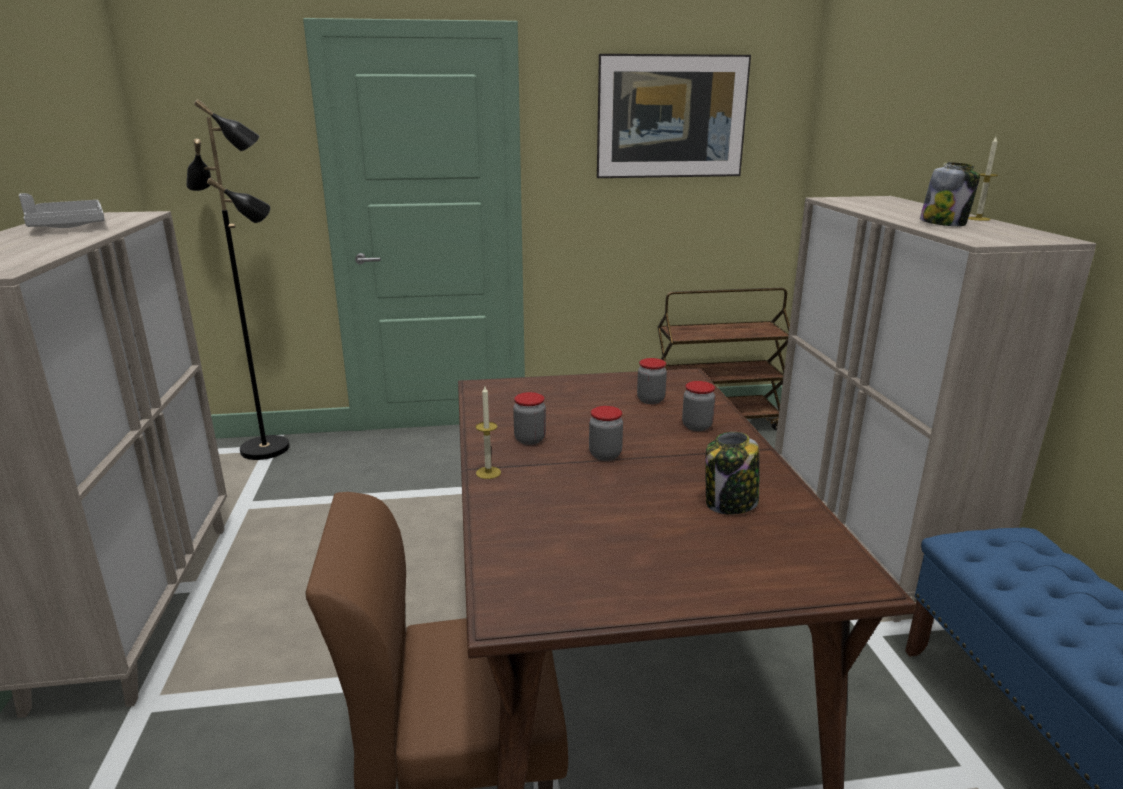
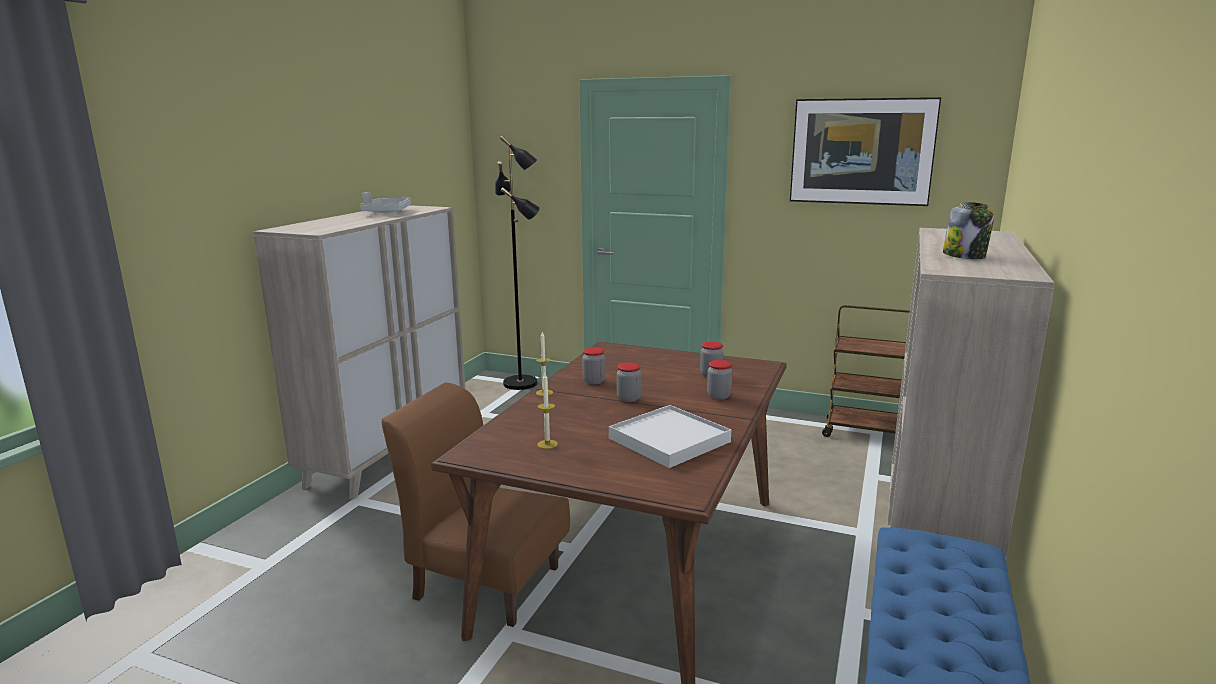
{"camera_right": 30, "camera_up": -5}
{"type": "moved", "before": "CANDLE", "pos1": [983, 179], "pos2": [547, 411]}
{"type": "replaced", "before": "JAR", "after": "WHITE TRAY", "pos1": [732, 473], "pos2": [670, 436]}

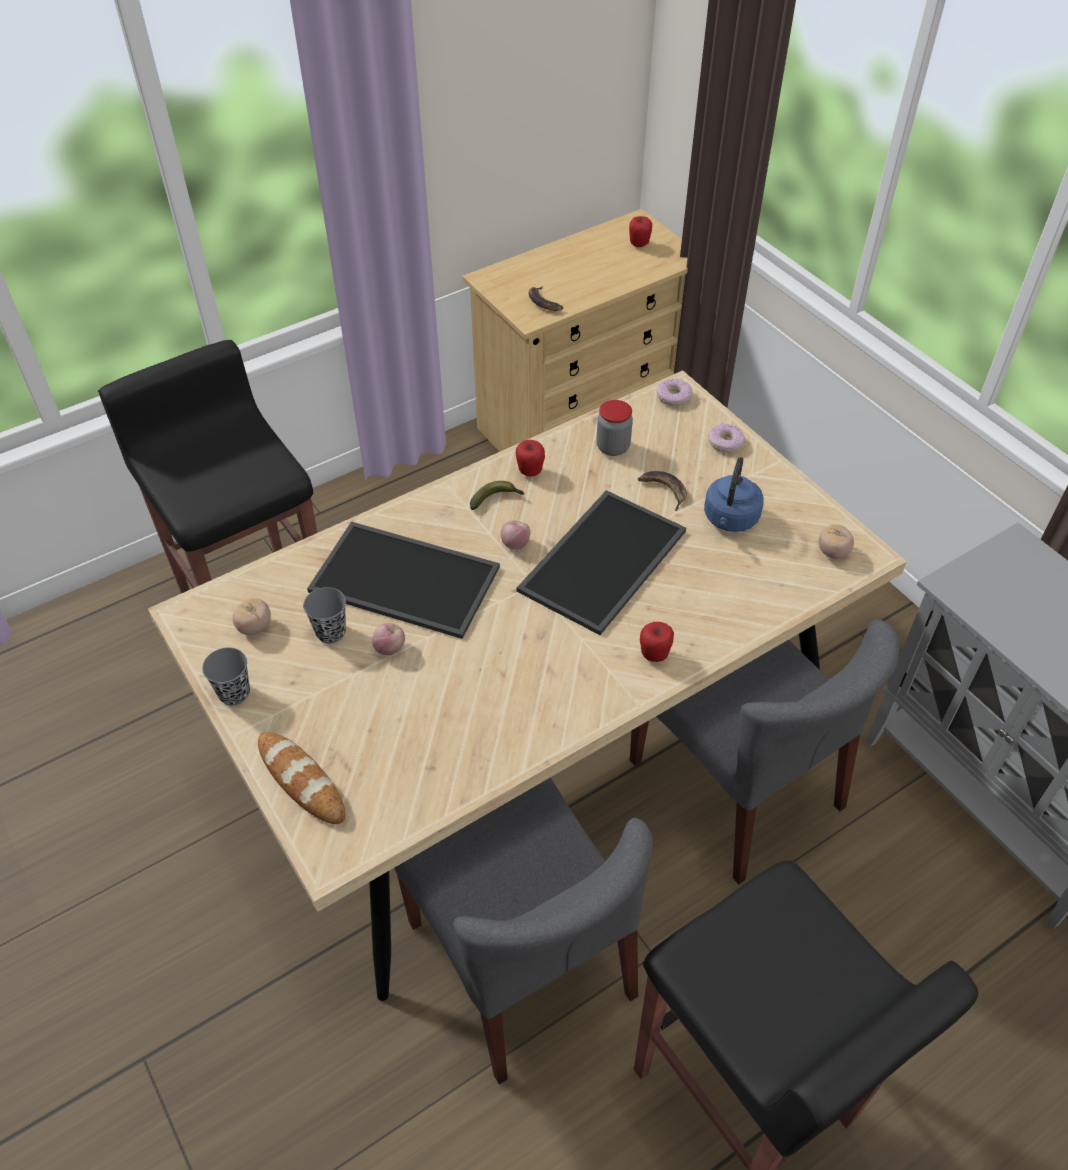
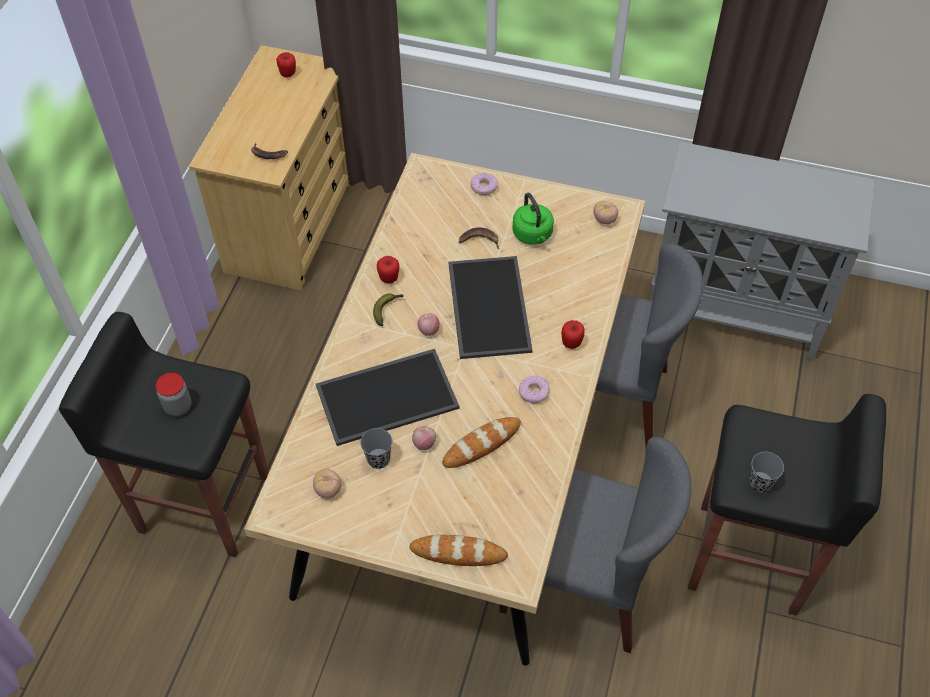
{"camera_right": -40, "camera_up": 5}
{"type": "moved", "before": "JAR", "pos1": [614, 428], "pos2": [174, 394]}
{"type": "added", "after": "BREAD", "pos2": [481, 442]}
{"type": "recoloured", "before": "BLUE KETTLE", "after": "GREEN KETTLE", "pos1": [734, 494], "pos2": [533, 219]}
{"type": "moved", "before": "DONUT", "pos1": [674, 392], "pos2": [534, 389]}
{"type": "moved", "before": "GREY CUP", "pos1": [226, 676], "pos2": [766, 472]}

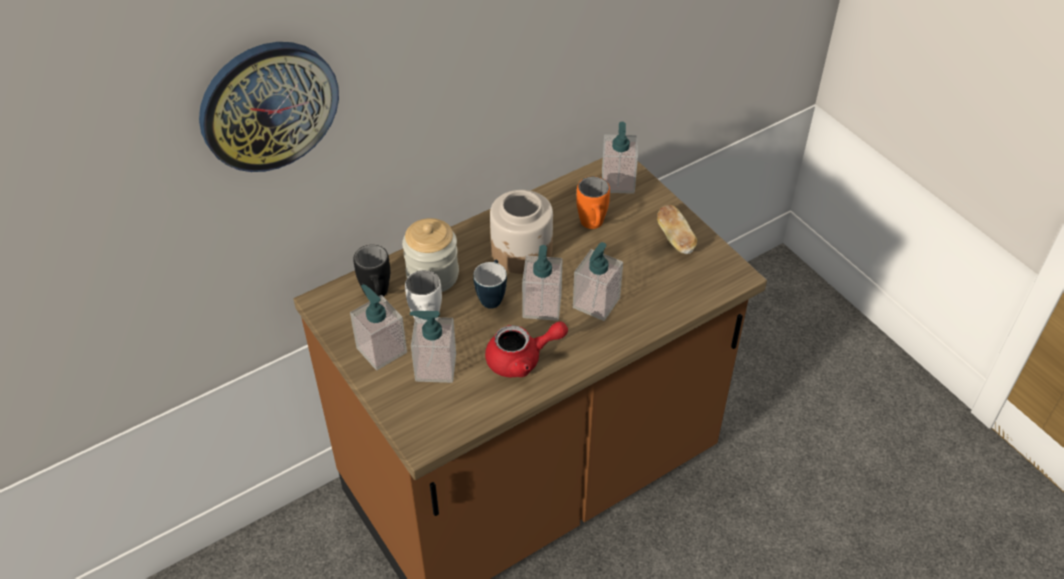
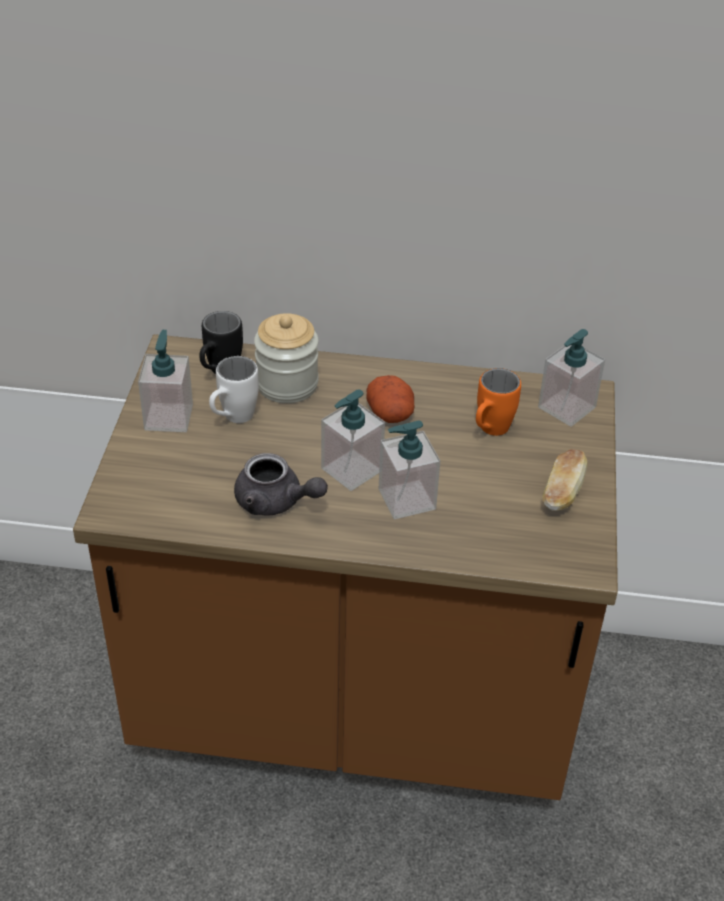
{"camera_right": 40, "camera_up": -5}
{"type": "recoloured", "before": "RED TEAPOT", "after": "GREY TEAPOT", "pos1": [526, 349], "pos2": [281, 484]}
{"type": "replaced", "before": "JAR", "after": "POTATO", "pos1": [521, 232], "pos2": [390, 399]}
{"type": "removed", "before": "WALL CLOCK", "pos1": [269, 107]}
{"type": "removed", "before": "SOAP DISPENSER", "pos1": [433, 347]}
{"type": "removed", "before": "MUG", "pos1": [490, 284]}

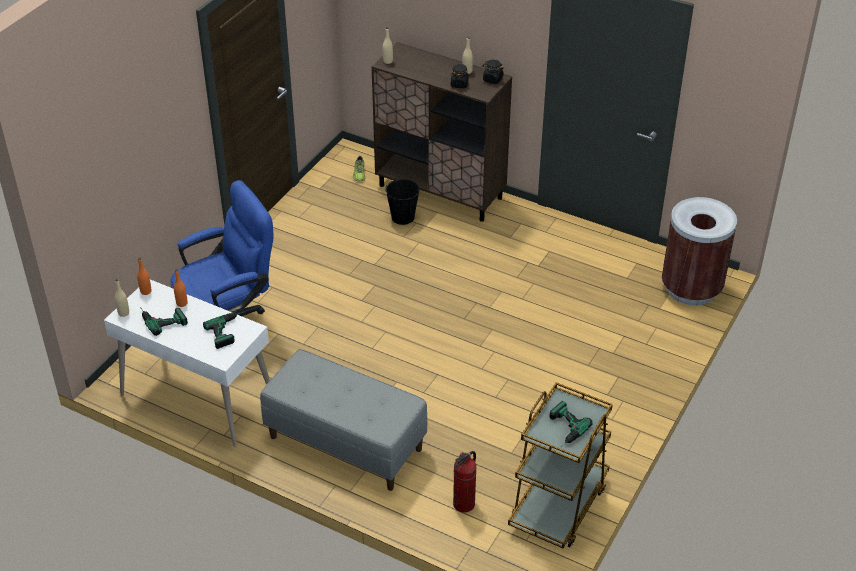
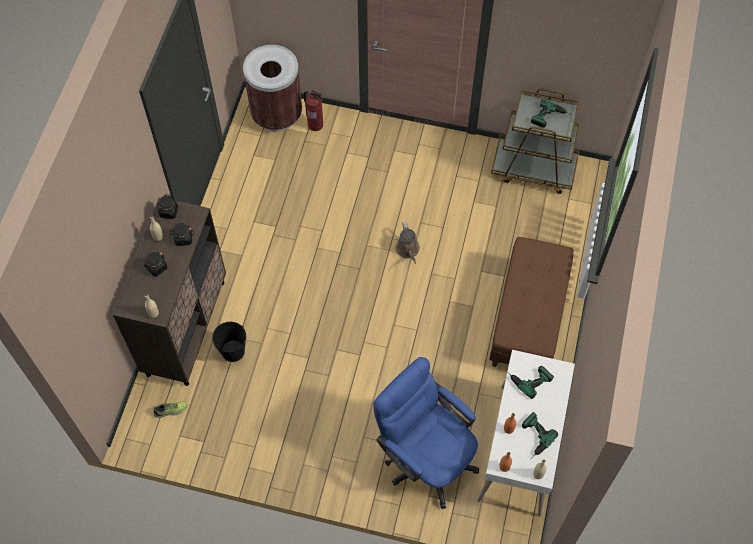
{"camera_right": -105, "camera_up": 20}
{"type": "added", "after": "BLACK JAR", "pos2": [155, 264]}
{"type": "moved", "before": "FIRE EXTINGUISHER", "pos1": [465, 482], "pos2": [313, 110]}
{"type": "added", "after": "BROWN WATERING CAN", "pos2": [408, 243]}
{"type": "recoloured", "before": "GREY BENCH", "after": "BROWN BENCH", "pos1": [343, 420], "pos2": [531, 302]}

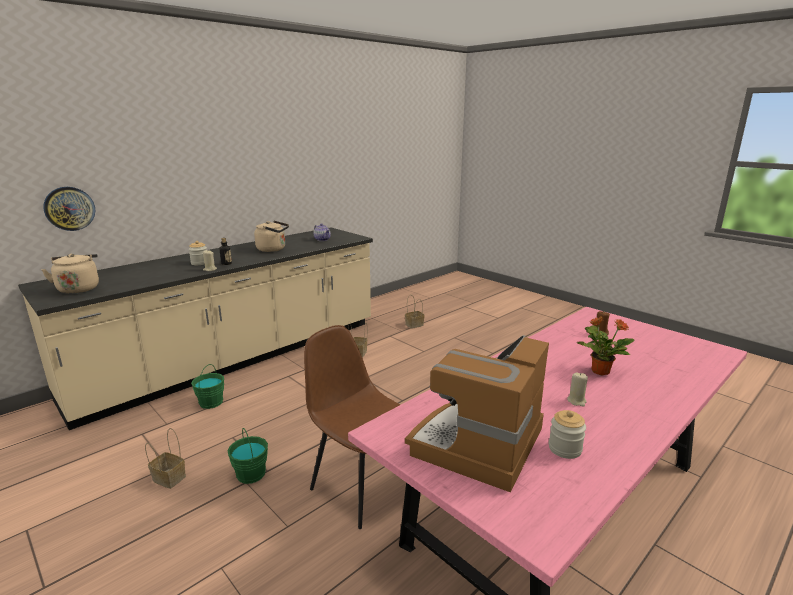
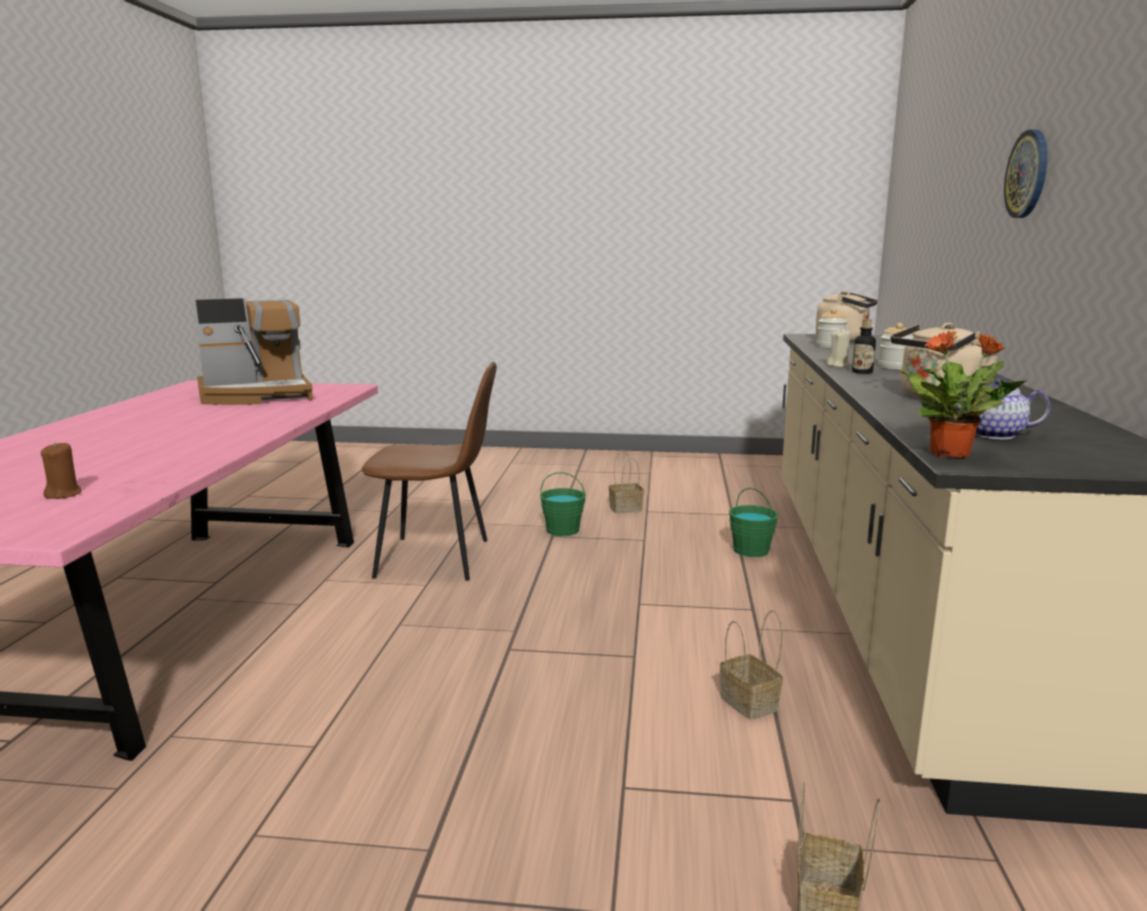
{"camera_right": 140, "camera_up": -5}
{"type": "turned", "before": "COFFEE MACHINE", "pos1": [477, 414], "pos2": [253, 351], "turn": 75}
{"type": "moved", "before": "JAR", "pos1": [567, 434], "pos2": [832, 328]}
{"type": "moved", "before": "POTTED PLANT", "pos1": [606, 346], "pos2": [962, 394]}
{"type": "moved", "before": "WALL CLOCK", "pos1": [69, 209], "pos2": [1025, 173]}
{"type": "removed", "before": "BEIGE CANDLE", "pos1": [577, 389]}

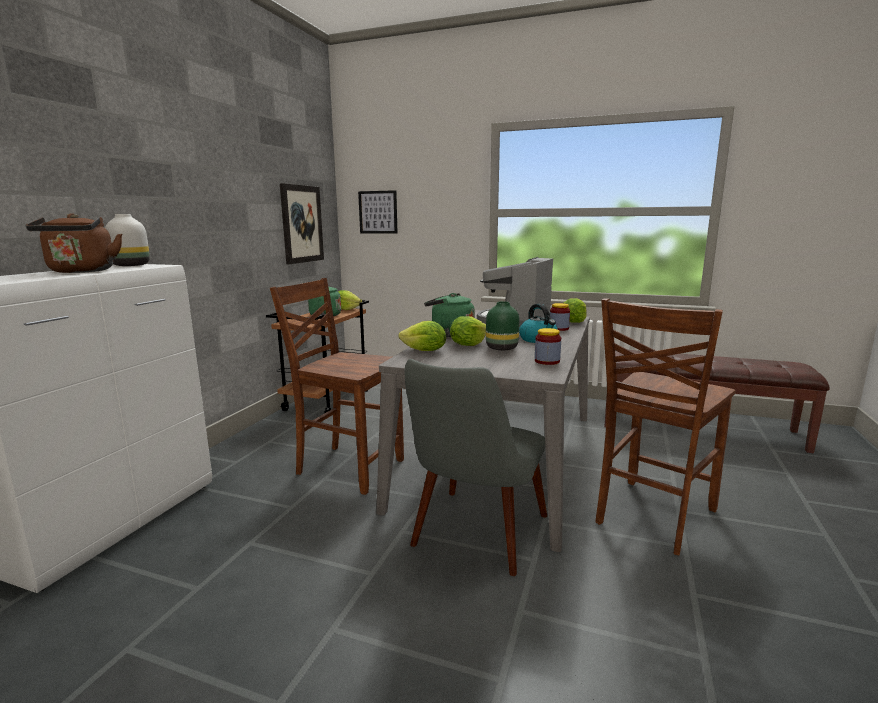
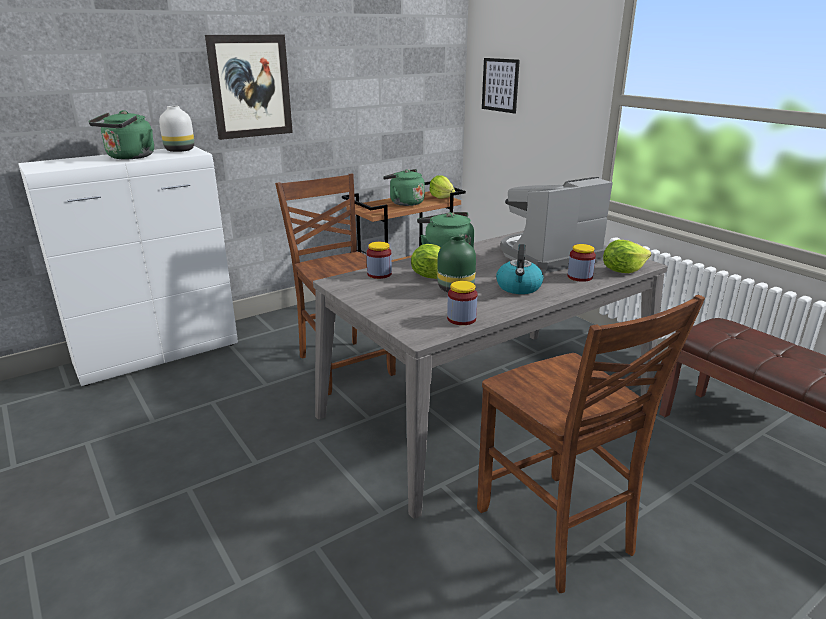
{"camera_right": 35, "camera_up": 10}
{"type": "recoloured", "before": "BROWN KETTLE", "after": "GREEN KETTLE", "pos1": [74, 243], "pos2": [121, 134]}
{"type": "moved", "before": "PICTURE", "pos1": [302, 223], "pos2": [249, 87]}
{"type": "replaced", "before": "LETTUCE", "after": "JAR", "pos1": [422, 336], "pos2": [379, 260]}
{"type": "turned", "before": "BROWN CHAIR", "pos1": [666, 426], "pos2": [591, 443], "turn": -105}
{"type": "removed", "before": "GREY CHAIR", "pos1": [476, 467]}

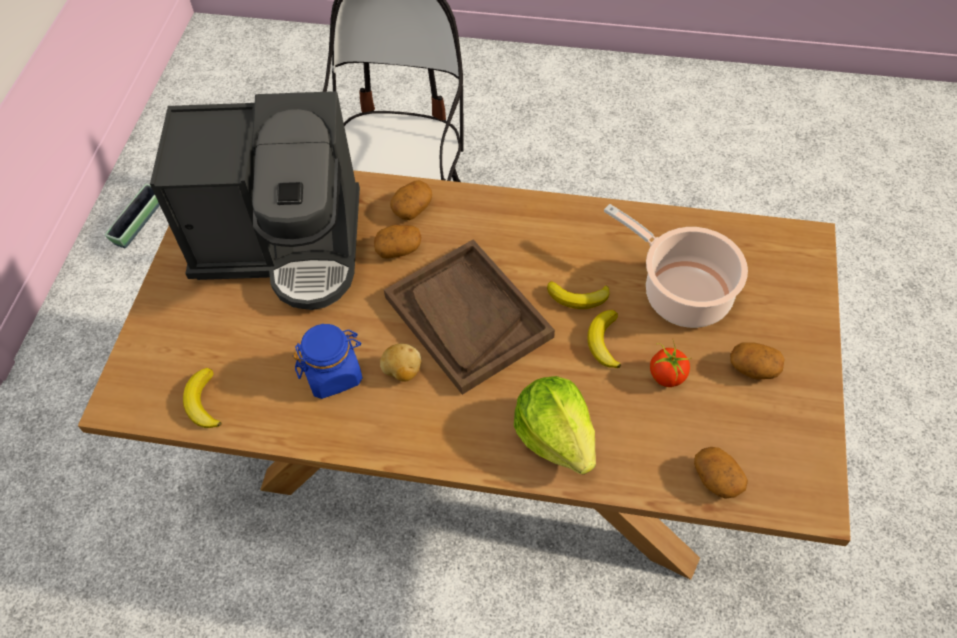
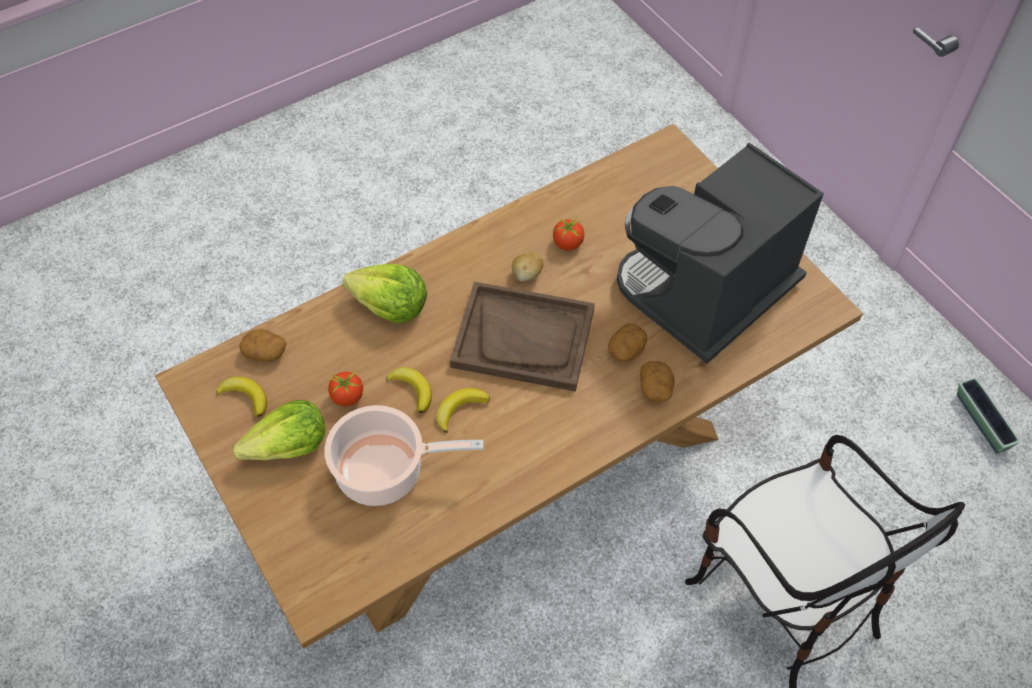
{"camera_right": 135, "camera_up": 0}
{"type": "moved", "before": "BANANA", "pos1": [202, 398], "pos2": [241, 396]}
{"type": "replaced", "before": "POTATO", "after": "LETTUCE", "pos1": [757, 361], "pos2": [279, 430]}
{"type": "replaced", "before": "BLUE JAR", "after": "TOMATO", "pos1": [327, 361], "pos2": [568, 233]}

